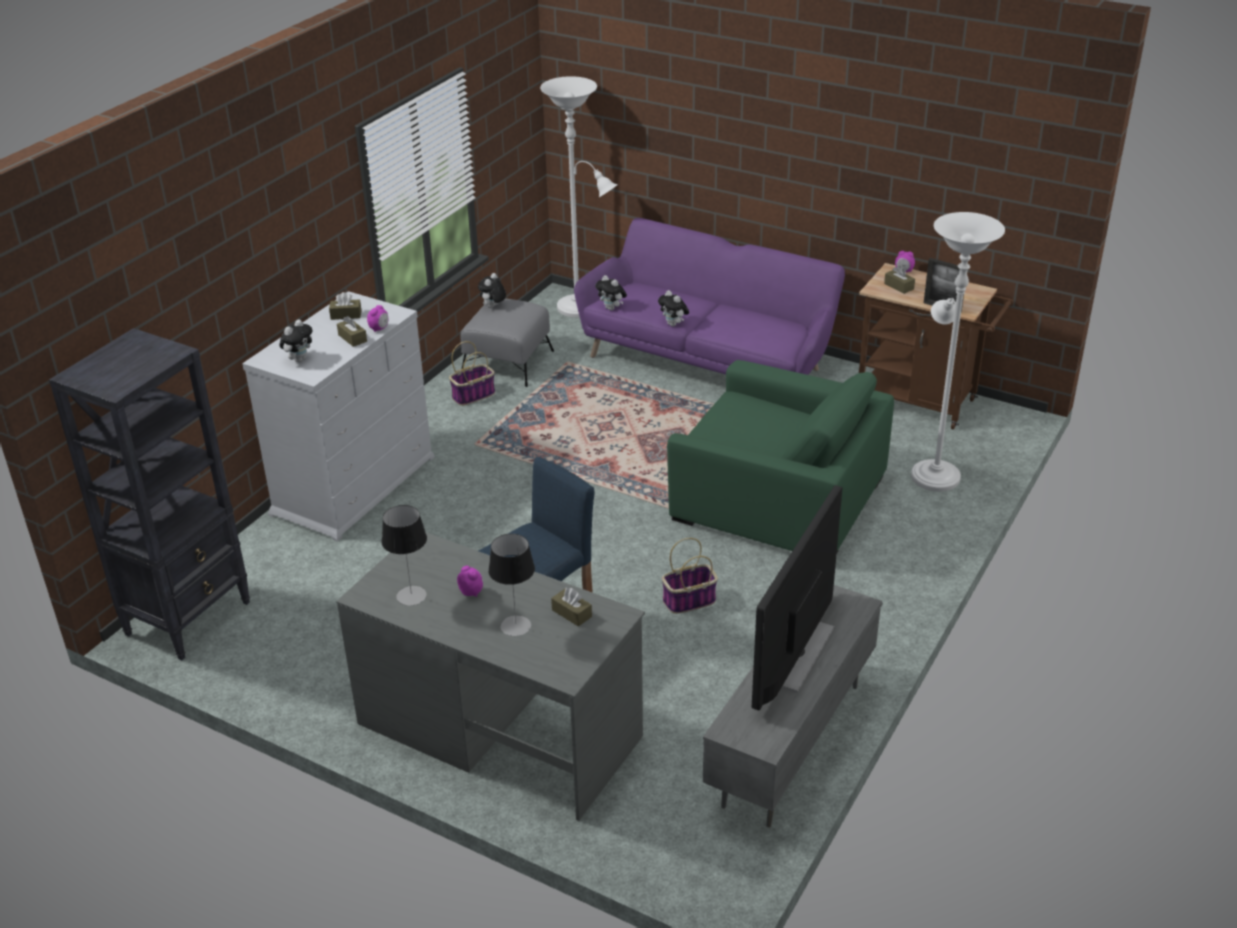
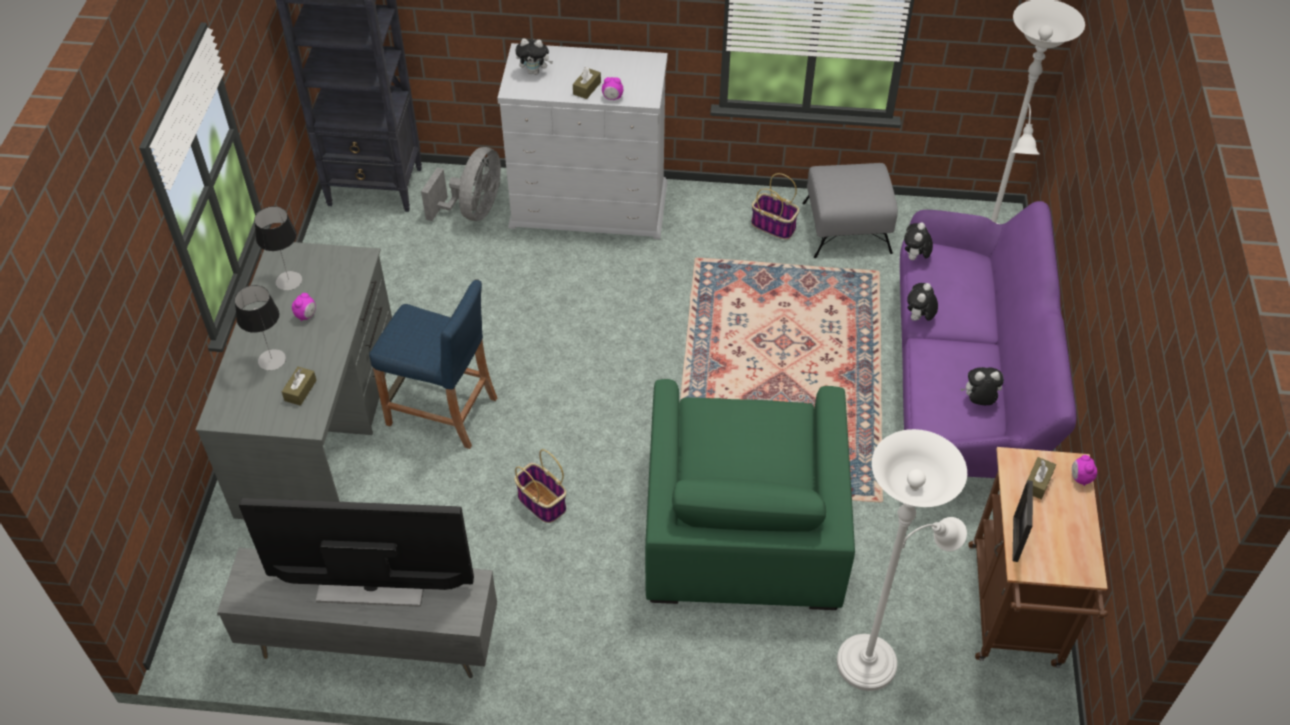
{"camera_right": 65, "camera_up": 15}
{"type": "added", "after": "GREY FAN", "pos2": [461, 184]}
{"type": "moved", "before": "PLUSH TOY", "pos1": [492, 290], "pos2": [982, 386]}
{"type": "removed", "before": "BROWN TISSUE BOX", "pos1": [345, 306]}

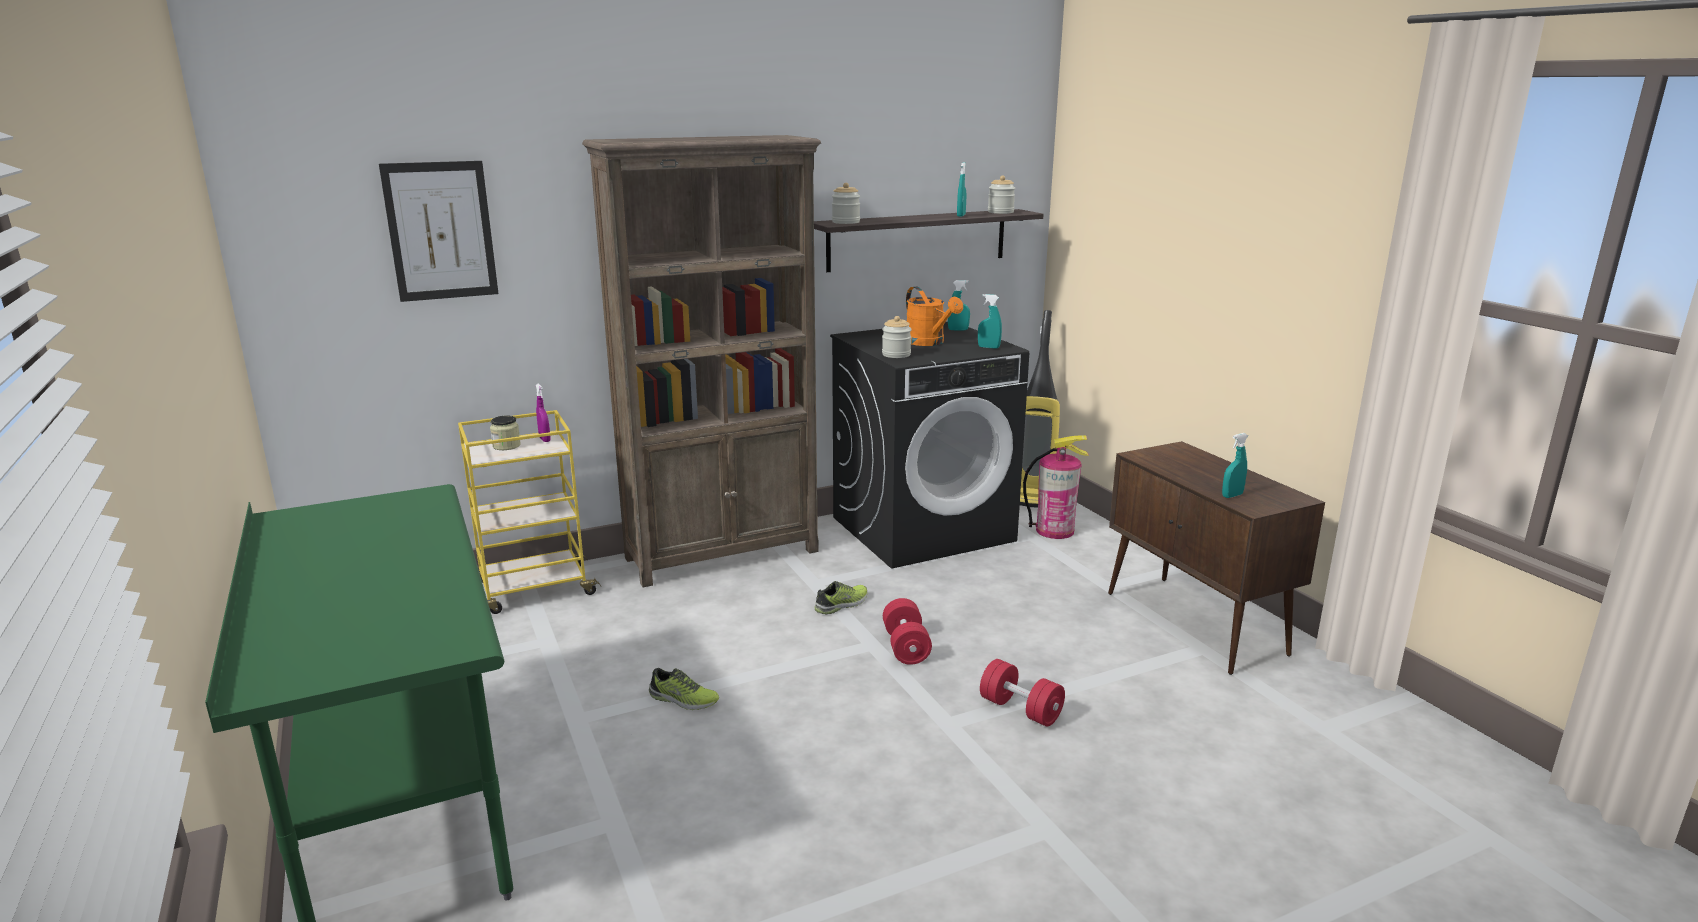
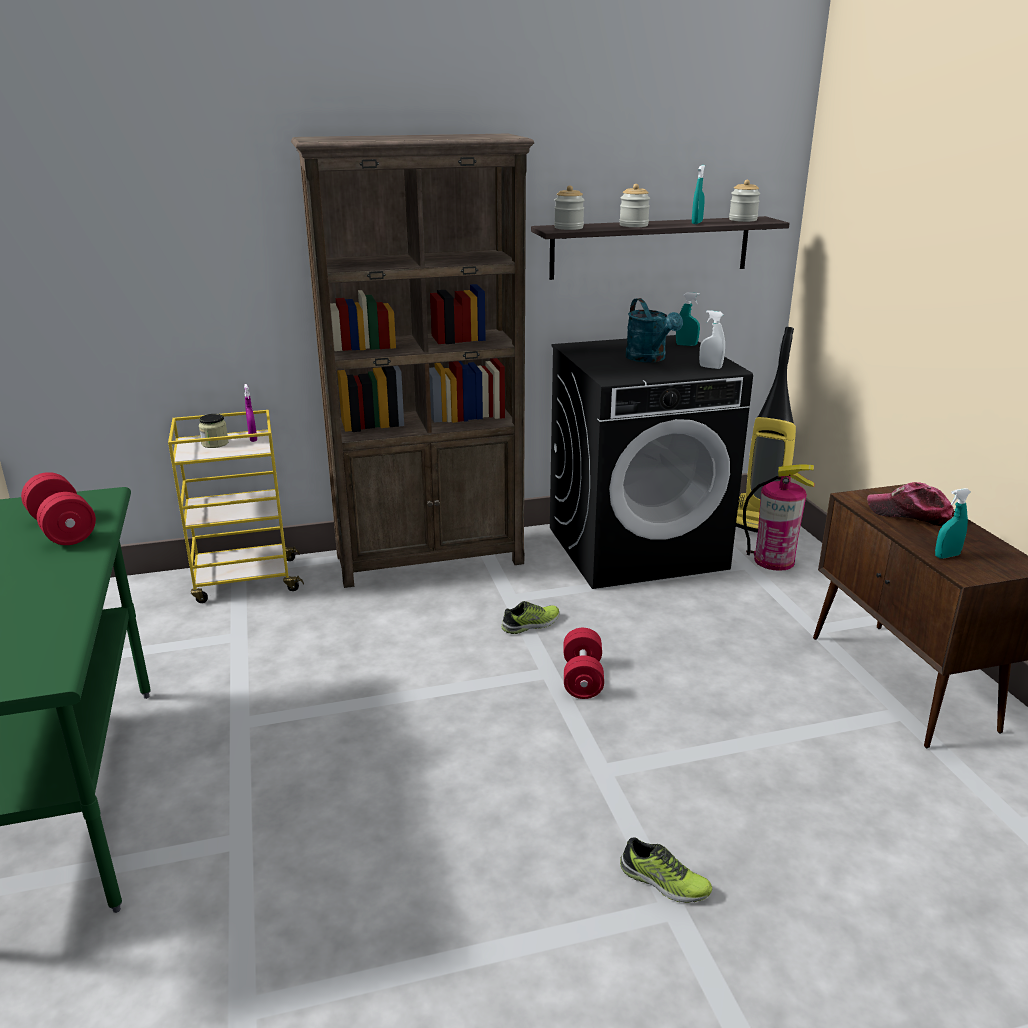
{"camera_right": 10, "camera_up": 5}
{"type": "moved", "before": "RED DUMBBELL", "pos1": [1022, 692], "pos2": [58, 508]}
{"type": "moved", "before": "JAR", "pos1": [897, 337], "pos2": [634, 205]}
{"type": "moved", "before": "SHOE", "pos1": [684, 689], "pos2": [666, 870]}
{"type": "recoloured", "before": "ORANGE WATERING CAN", "after": "TURQUOISE WATERING CAN", "pos1": [934, 316], "pos2": [654, 330]}
{"type": "recoloured", "before": "TURQUOISE SPRAY BOTTLE", "after": "WHITE SPRAY BOTTLE", "pos1": [990, 321], "pos2": [712, 339]}
{"type": "added", "after": "CAP", "pos2": [910, 504]}
{"type": "removed", "before": "PICTURE", "pos1": [439, 231]}

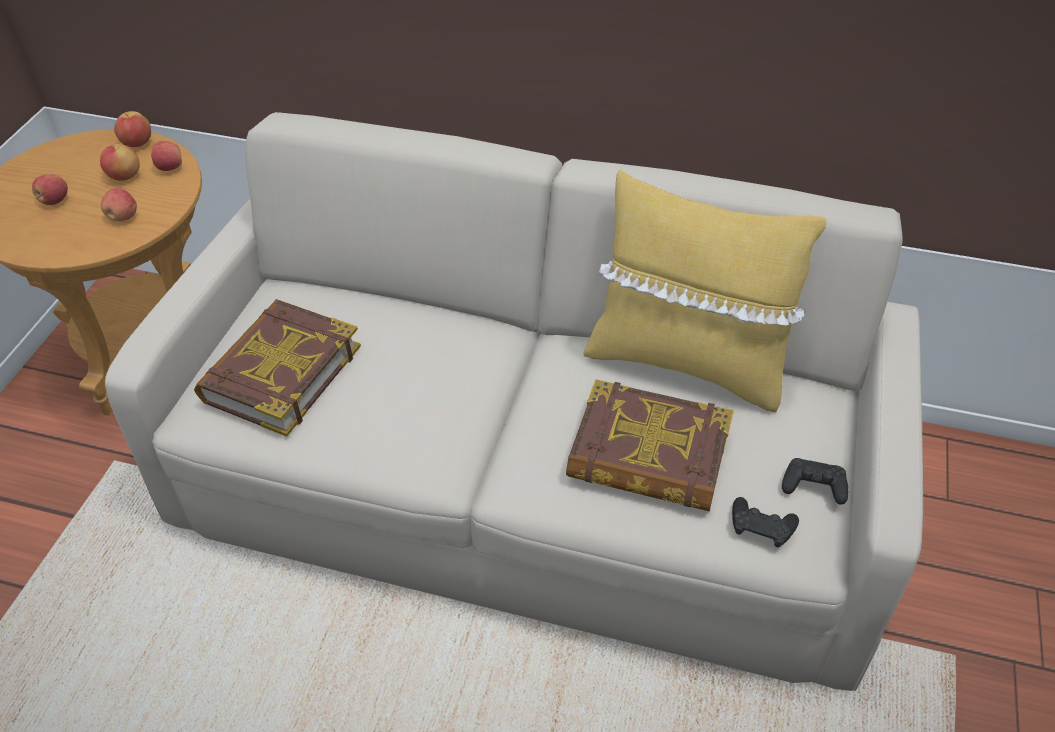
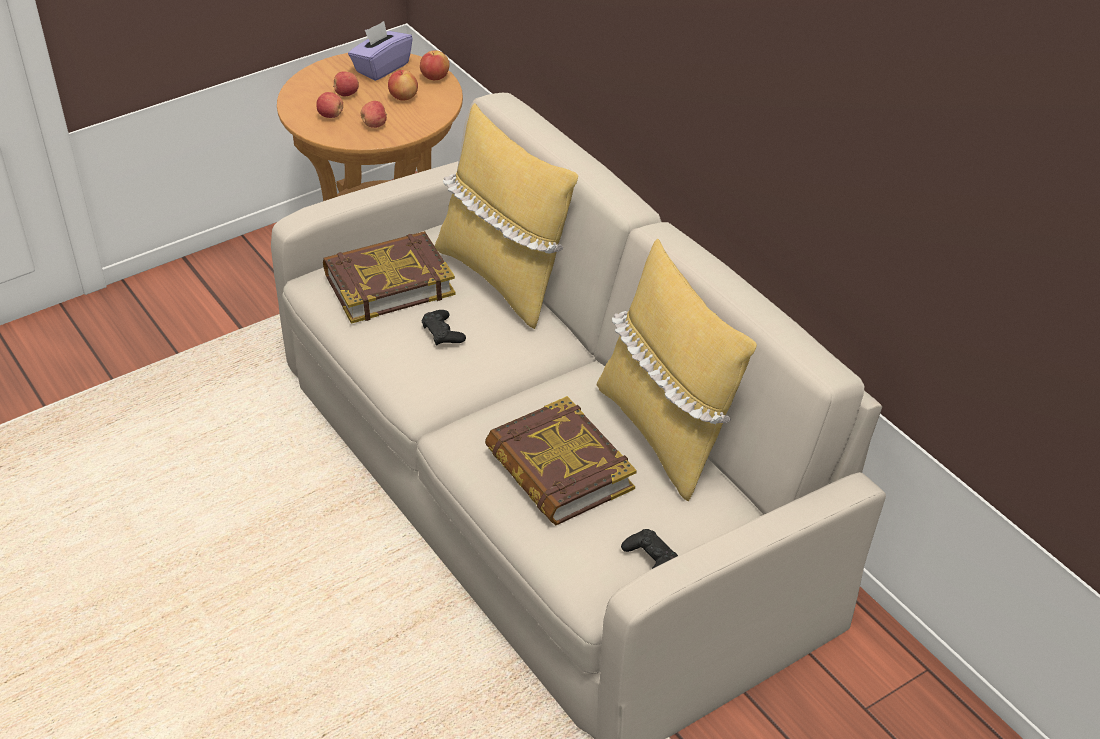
{"camera_right": 40, "camera_up": -5}
{"type": "moved", "before": "APPLE", "pos1": [166, 156], "pos2": [329, 105]}
{"type": "added", "after": "PURPLE TISSUE BOX", "pos2": [380, 51]}
{"type": "moved", "before": "BLACK GAME CONTROLLER", "pos1": [765, 522], "pos2": [444, 328]}
{"type": "added", "after": "YELLOW PILLOW", "pos2": [506, 216]}

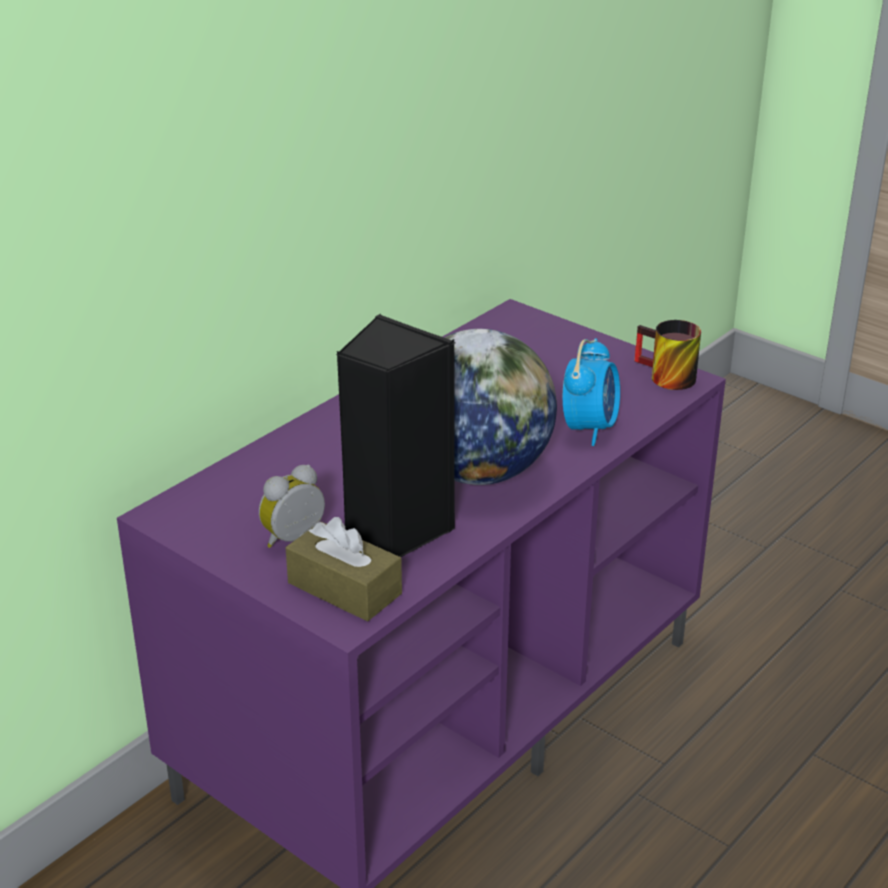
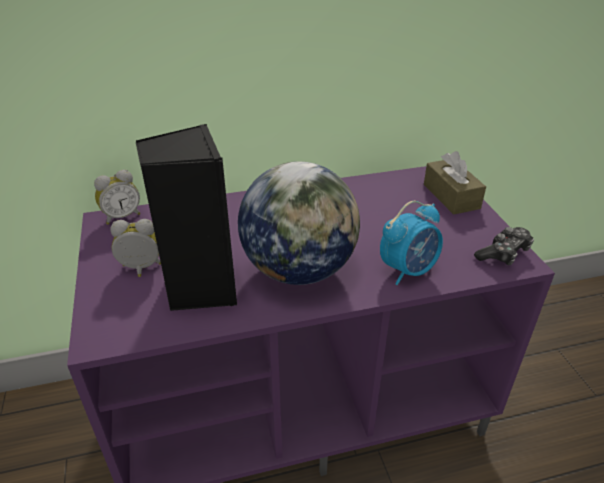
{"camera_right": 35, "camera_up": 5}
{"type": "added", "after": "ALARM CLOCK", "pos2": [117, 197]}
{"type": "moved", "before": "BROWN TISSUE BOX", "pos1": [343, 569], "pos2": [455, 183]}
{"type": "replaced", "before": "MUG", "after": "GAME CONTROLLER", "pos1": [668, 355], "pos2": [504, 246]}

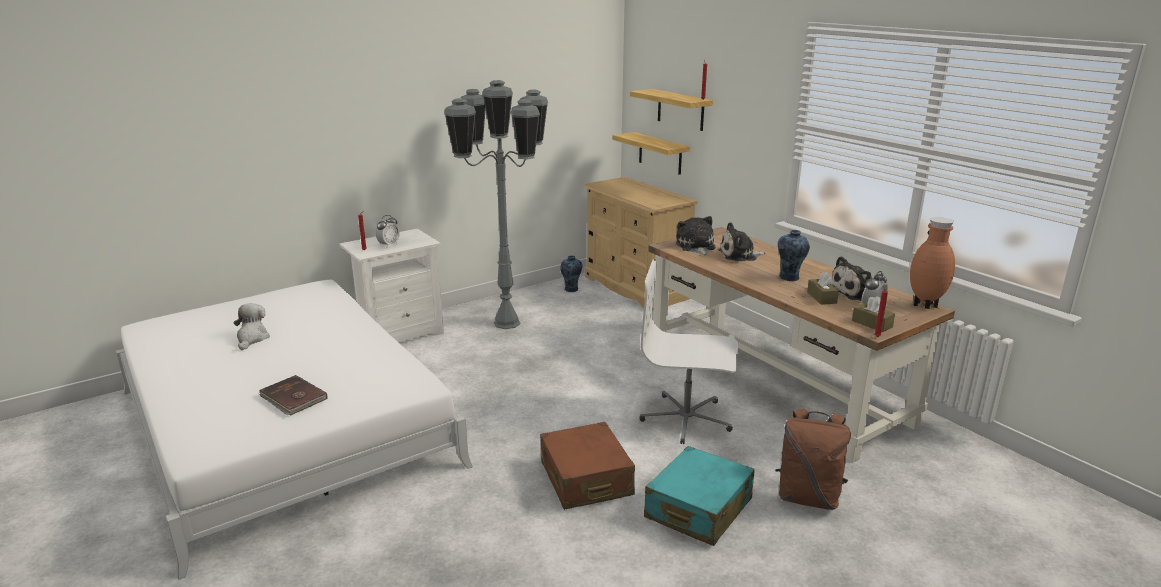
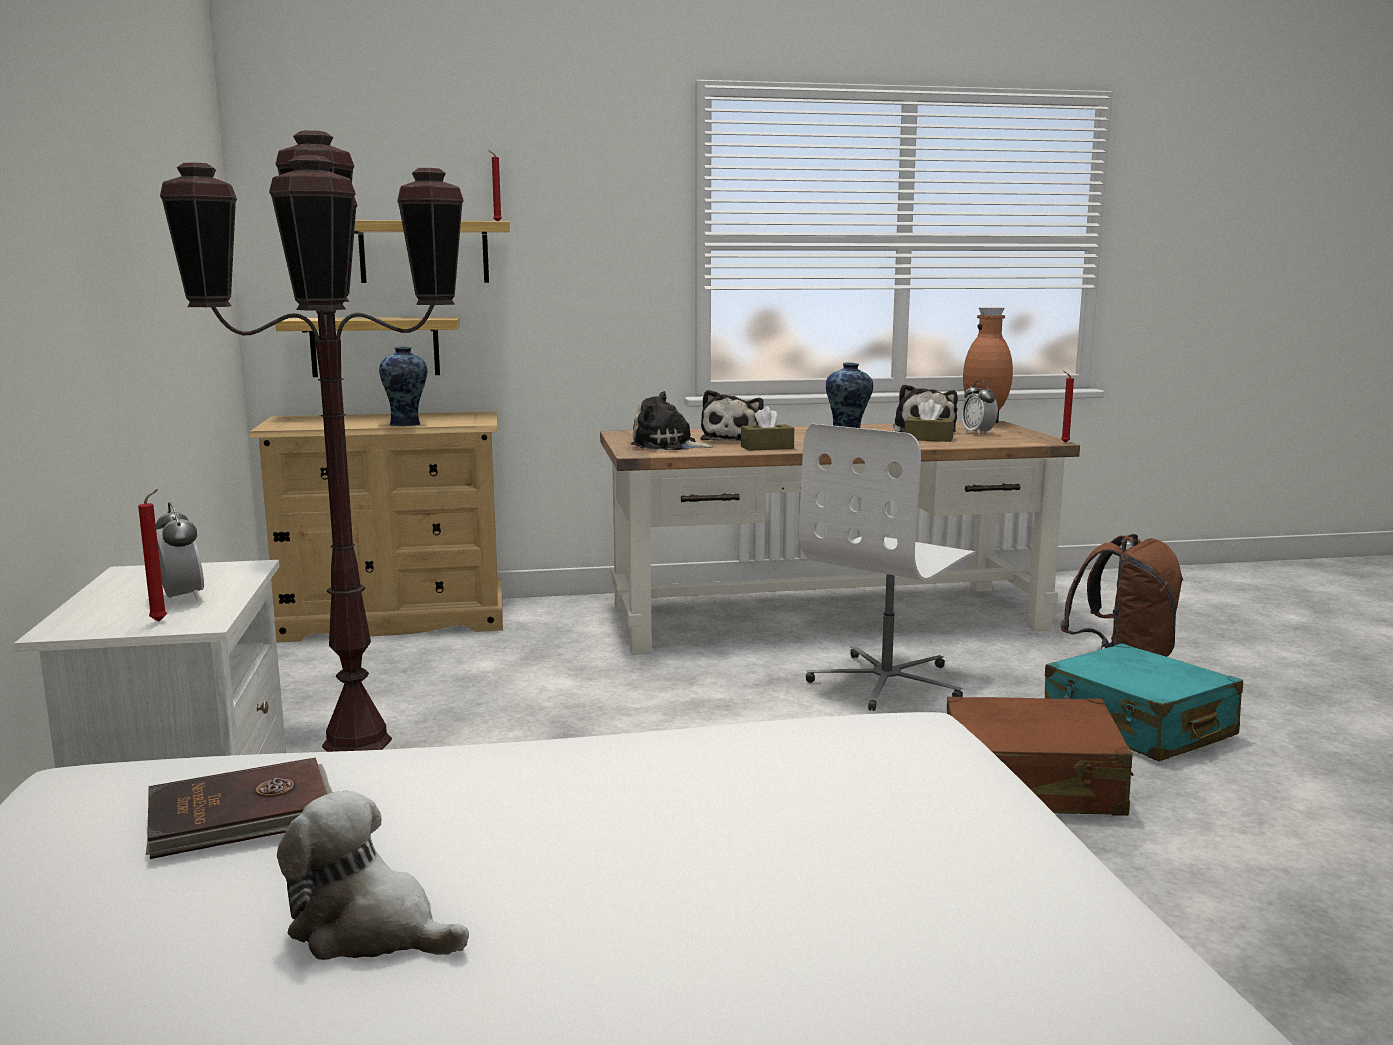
{"camera_right": -65, "camera_up": -10}
{"type": "moved", "before": "BROWN BOOK", "pos1": [293, 395], "pos2": [239, 808]}
{"type": "recoloured", "before": "GREY FLOOR LAMP", "after": "BROWN FLOOR LAMP", "pos1": [496, 204], "pos2": [312, 441]}
{"type": "moved", "before": "VASE", "pos1": [571, 273], "pos2": [403, 386]}
{"type": "moved", "before": "BROWN TISSUE BOX", "pos1": [873, 314], "pos2": [767, 428]}

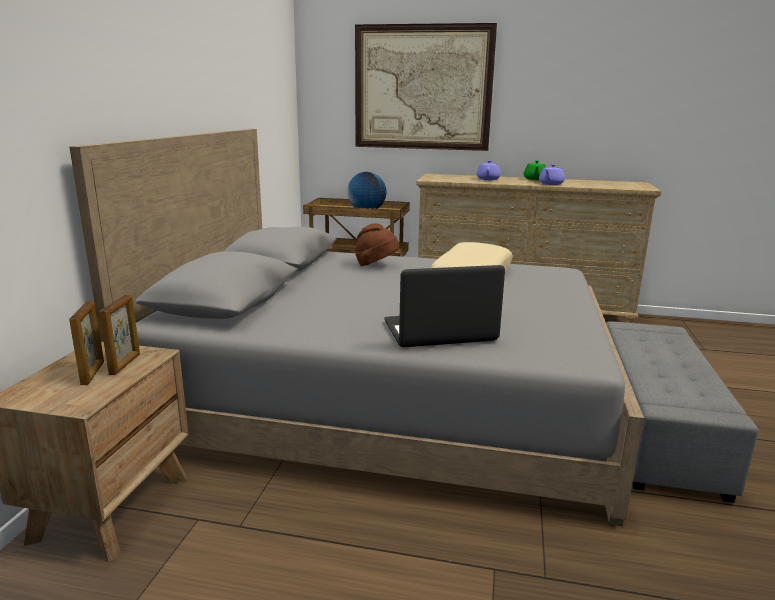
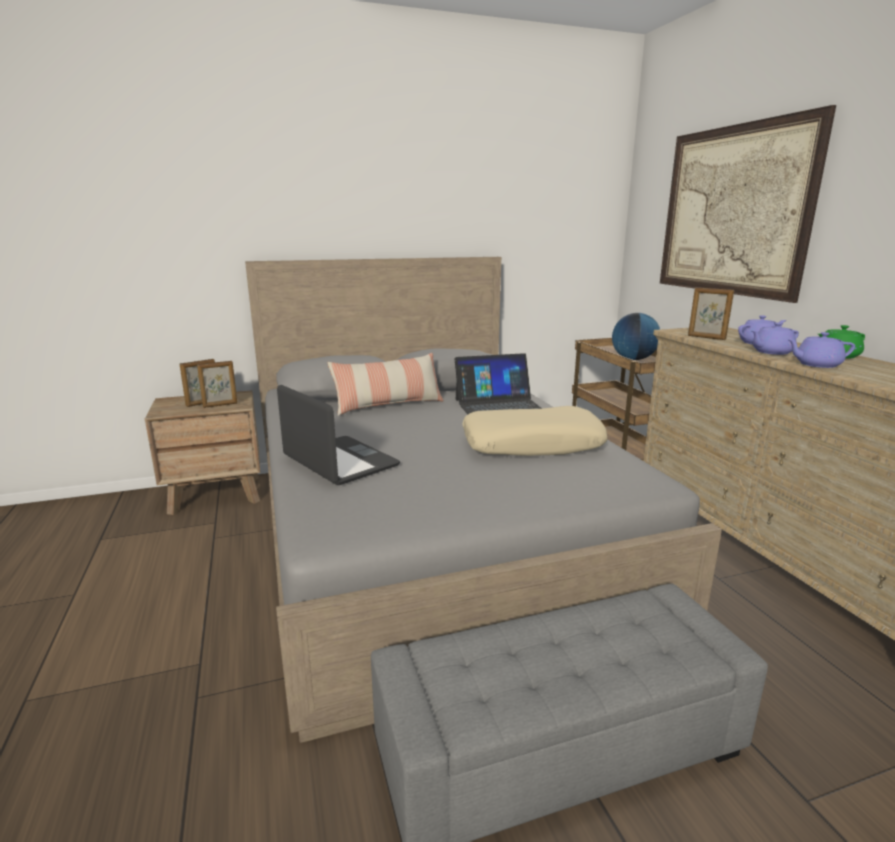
{"camera_right": 60, "camera_up": 0}
{"type": "added", "after": "PILLOW", "pos2": [385, 384]}
{"type": "replaced", "before": "BROWN HAT", "after": "LAPTOP", "pos1": [377, 244], "pos2": [498, 383]}
{"type": "added", "after": "PICTURE FRAME", "pos2": [711, 313]}
{"type": "added", "after": "PURPLE TEAPOT", "pos2": [775, 338]}

